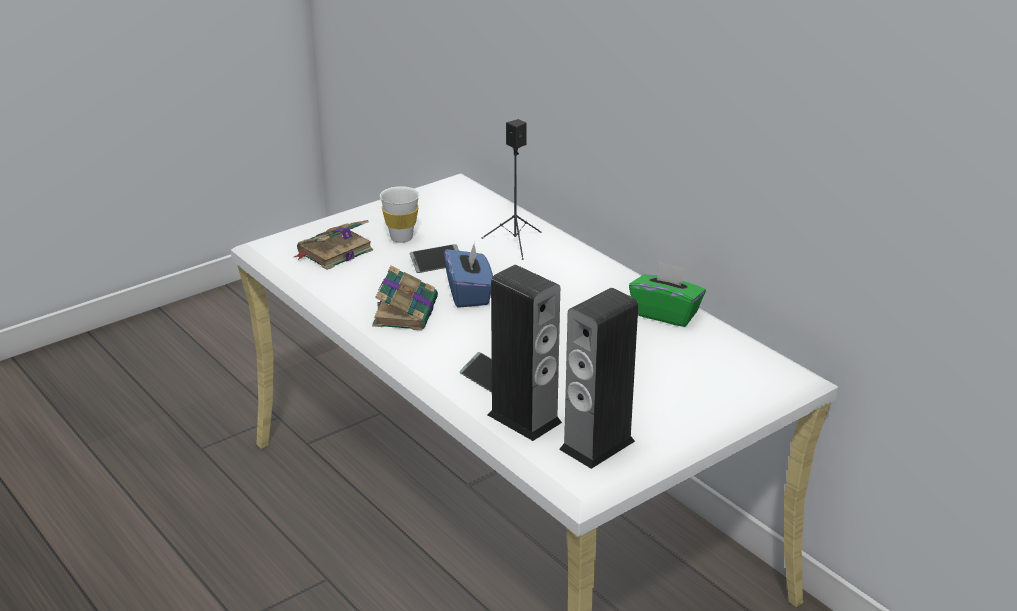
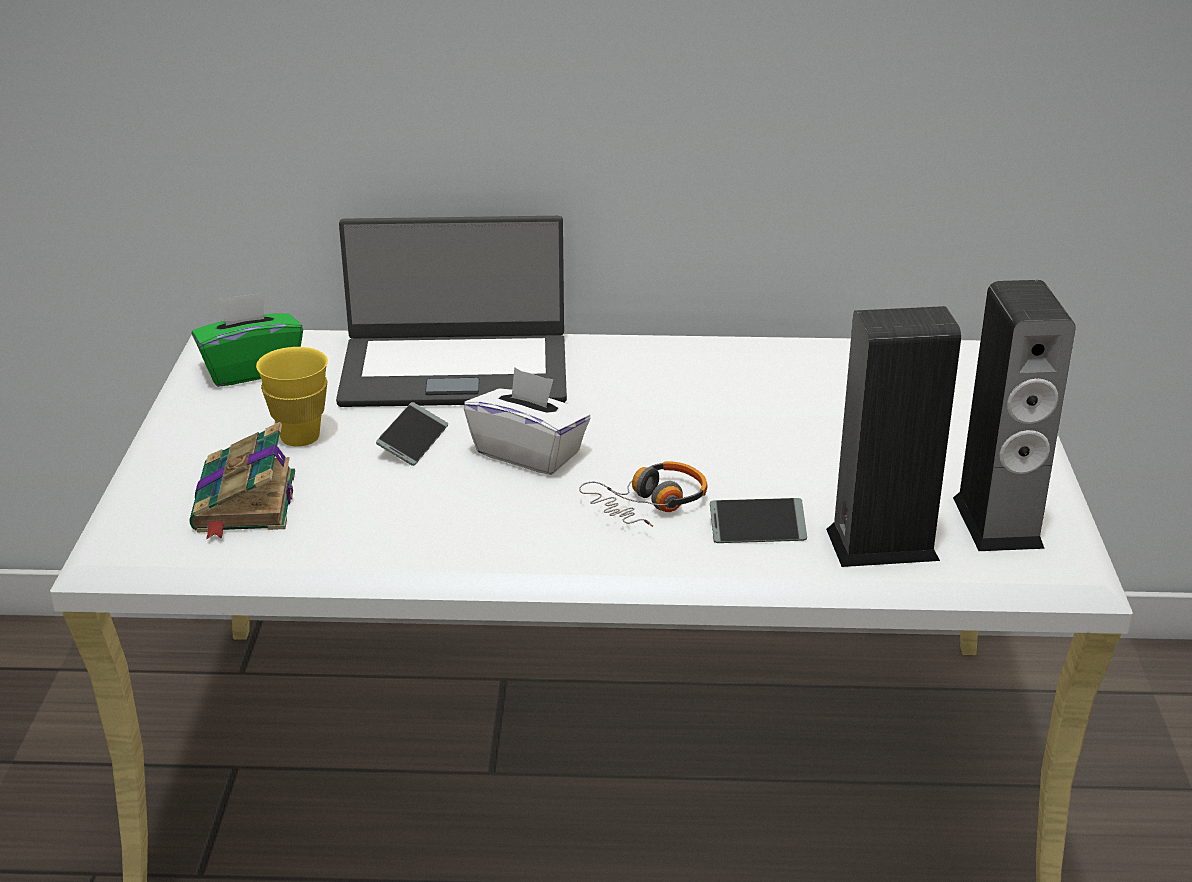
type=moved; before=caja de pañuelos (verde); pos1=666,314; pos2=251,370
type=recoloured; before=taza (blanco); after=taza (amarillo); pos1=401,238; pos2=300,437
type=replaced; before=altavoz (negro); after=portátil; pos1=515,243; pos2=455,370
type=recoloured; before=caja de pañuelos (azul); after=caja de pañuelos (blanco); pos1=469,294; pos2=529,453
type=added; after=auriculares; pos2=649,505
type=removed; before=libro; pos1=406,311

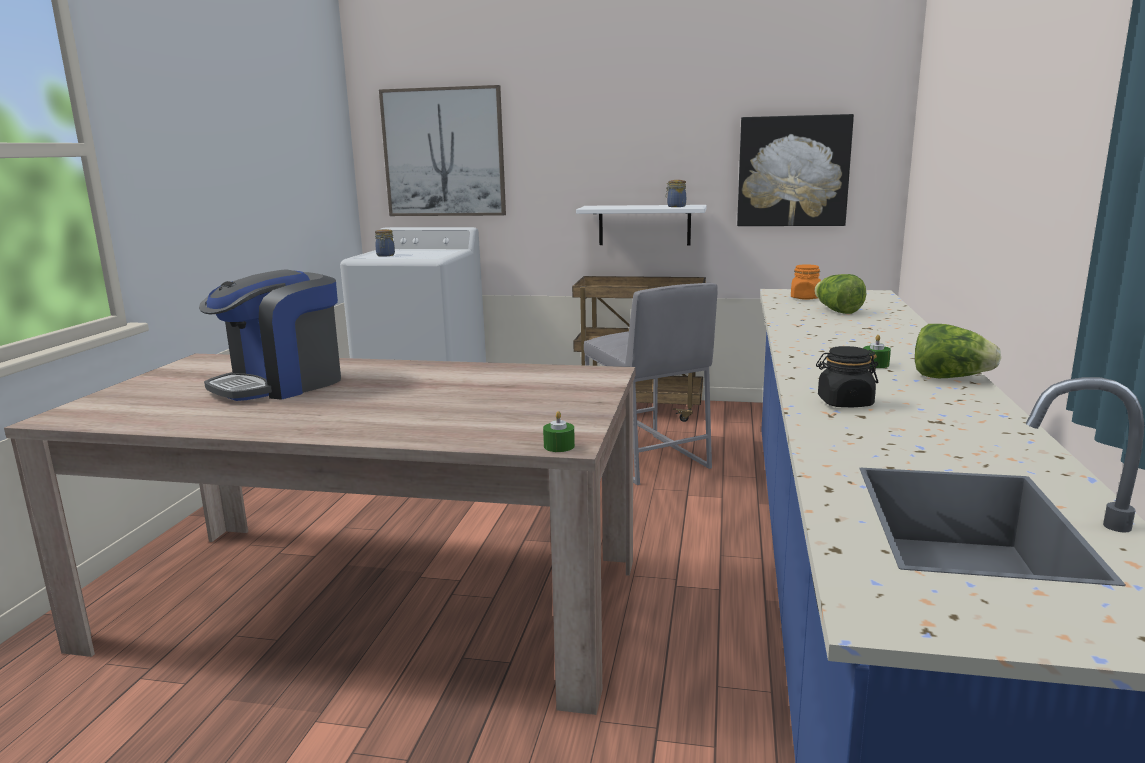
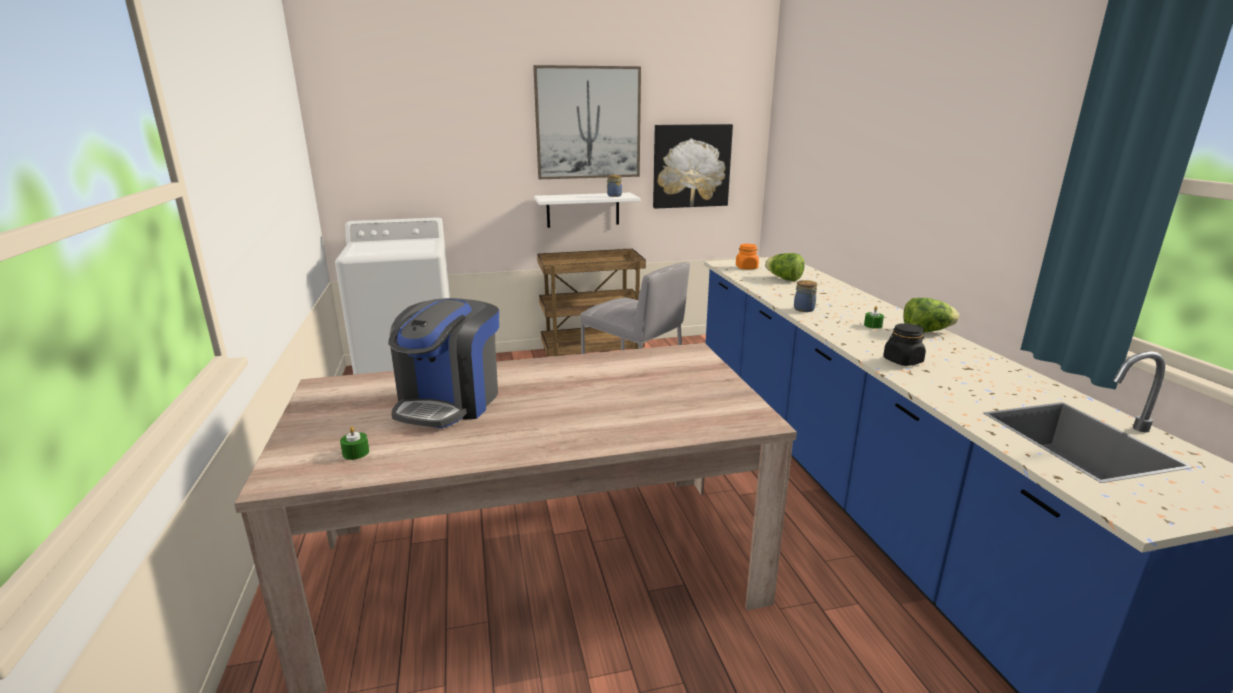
type=moved; before=vela (verde); pos1=559,446; pos2=356,453
type=moved; before=cuadro; pos1=444,152; pos2=588,123
type=moved; before=tarro; pos1=385,255; pos2=804,309

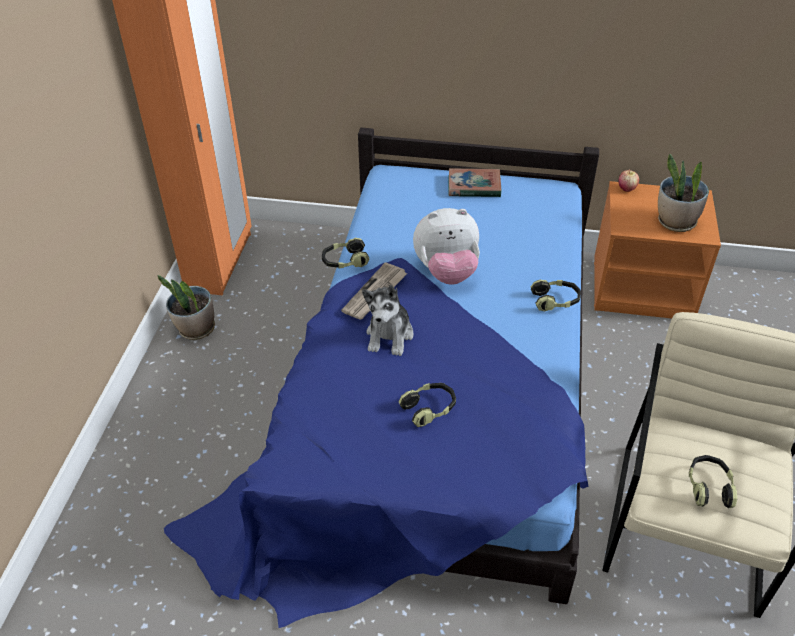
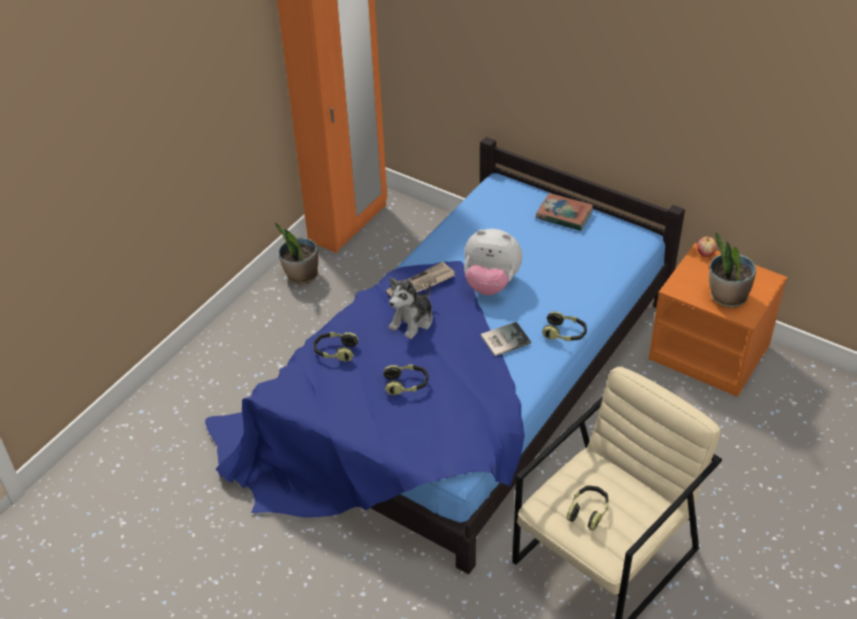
type=moved; before=auriculares; pos1=345,261; pos2=335,351
type=added; after=libro; pos2=503,339

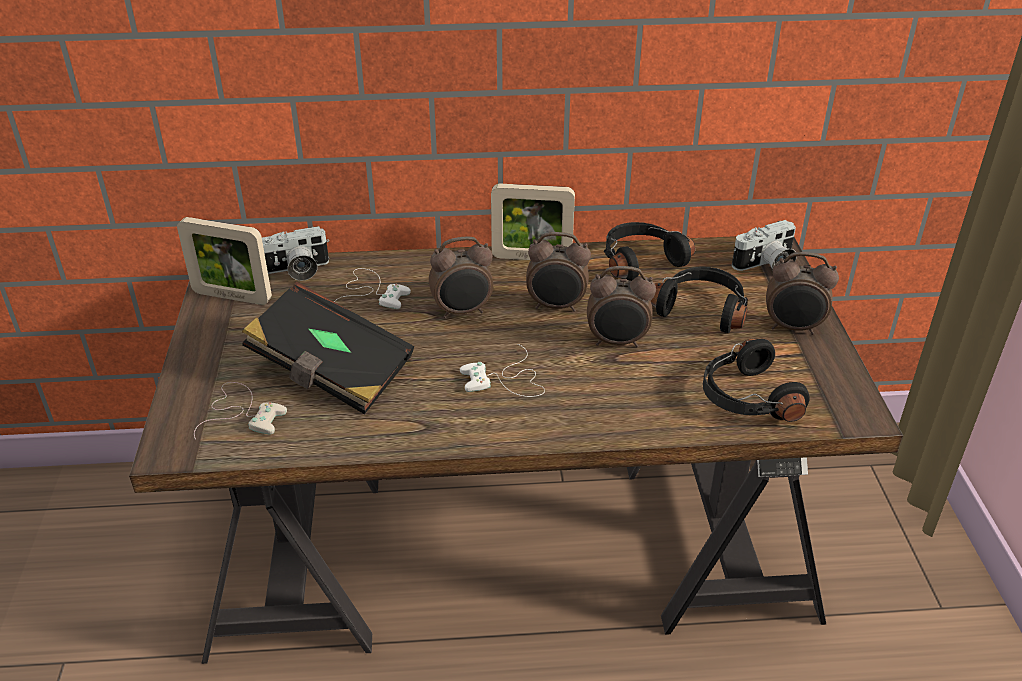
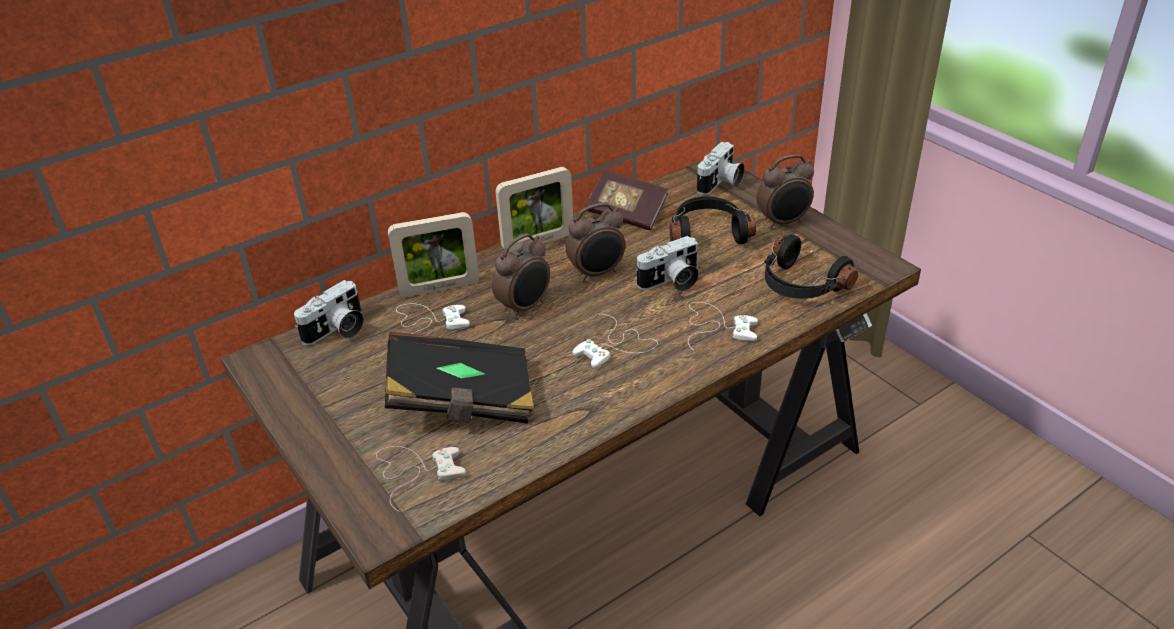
type=moved; before=portarretratos; pos1=232,296; pos2=439,288
type=replaced; before=auriculares (negro); after=libro; pos1=640,261; pos2=626,214
type=replaced; before=despertador; after=cámara; pos1=617,342; pos2=671,282
type=added; after=mando de consola (blanco); pos2=716,326

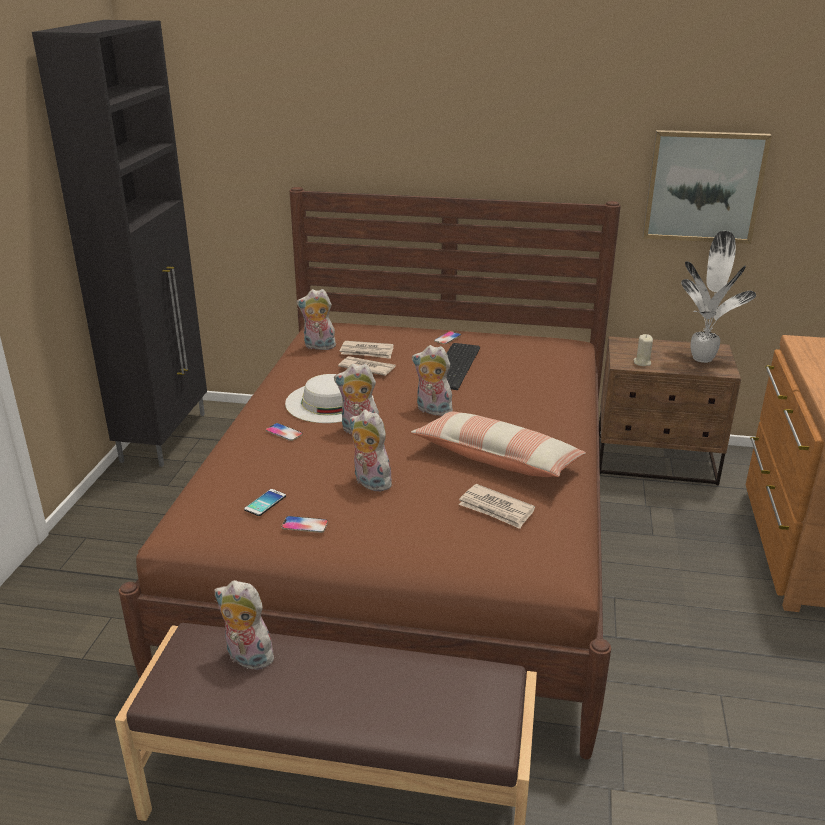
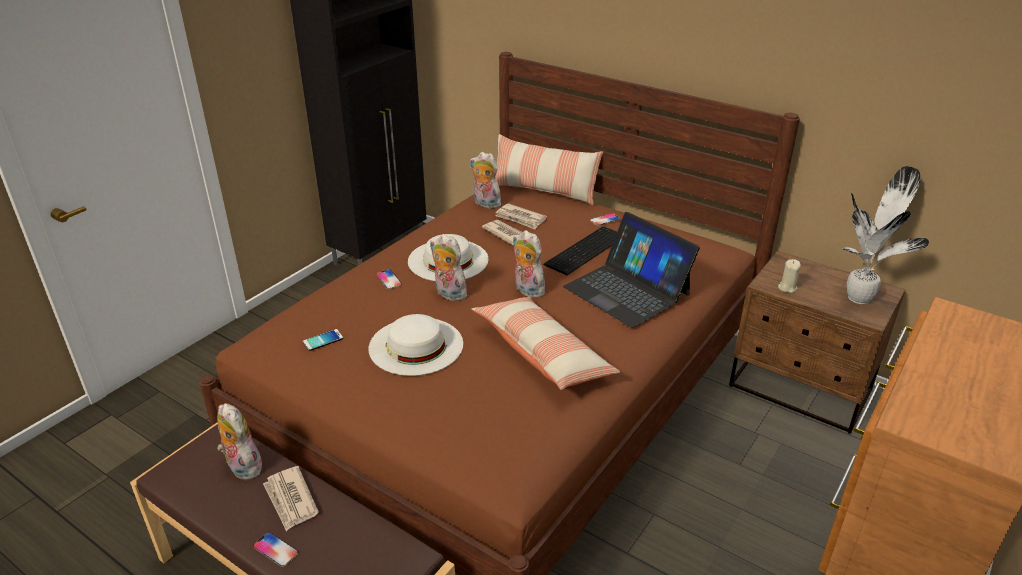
type=moved; before=móvil; pos1=305,525; pos2=276,550
type=moved; before=periódico; pos1=496,509; pos2=290,500
type=replaced; before=peluche; after=sombrero (blanco); pos1=369,483; pos2=416,346
type=added; after=cojín; pos2=544,191
type=added; after=portátil; pos2=627,290
type=removed; before=cuadro; pos1=703,186

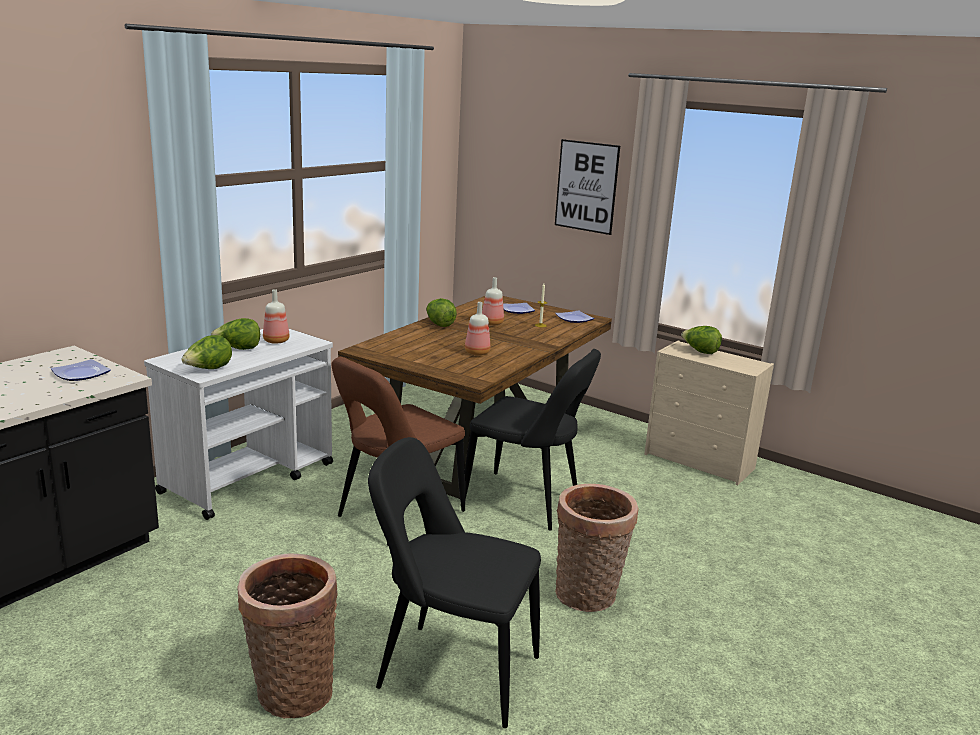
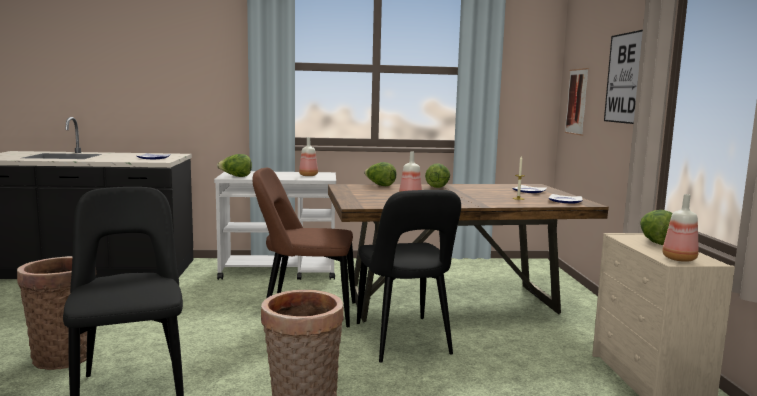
type=moved; before=lechuga; pos1=238,349; pos2=380,185
type=added; after=cuadro; pos2=576,101
type=moved; before=botella; pos1=491,323; pos2=678,259

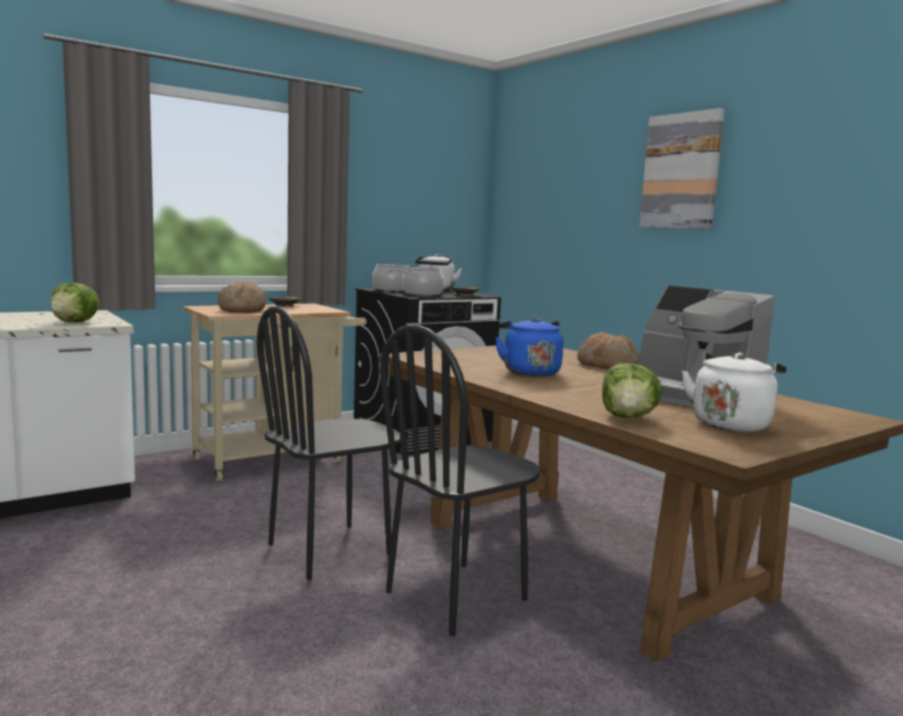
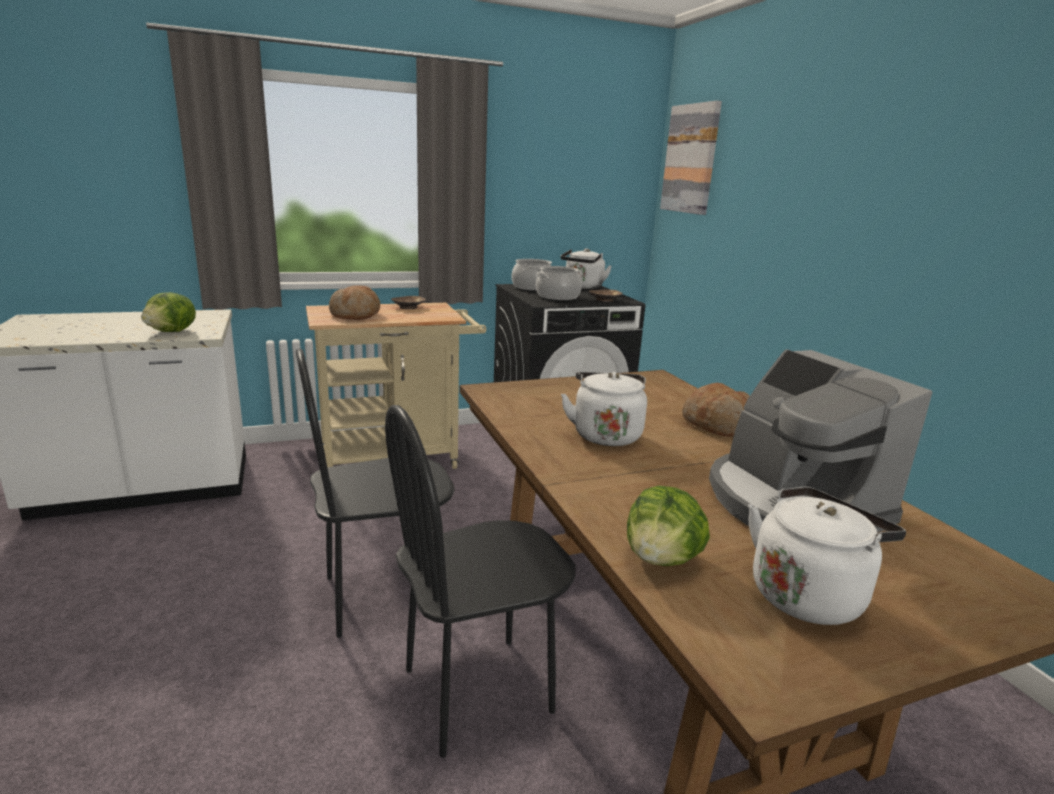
type=recoloured; before=hervidor (azul); after=hervidor (blanco); pos1=529,372; pos2=605,434
type=moved; before=cuadro; pos1=681,171; pos2=691,159

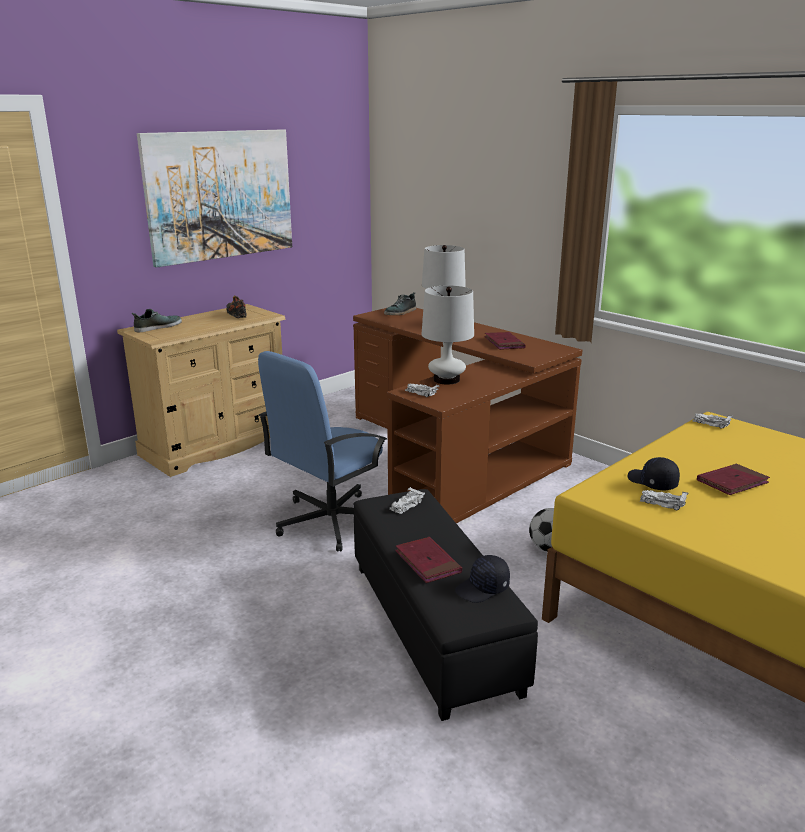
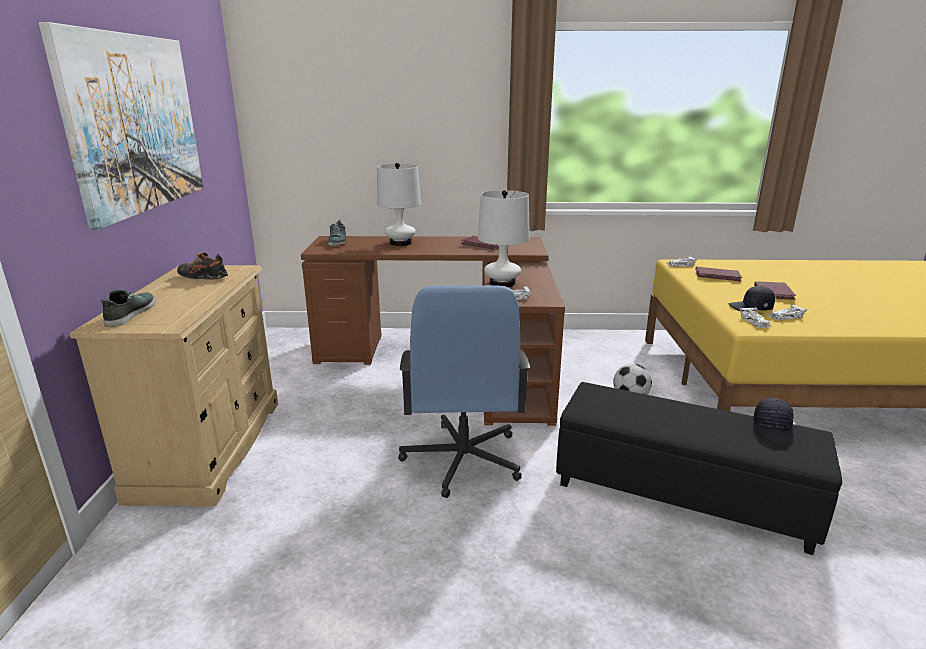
type=moved; before=libro (rojo); pos1=428,562; pos2=717,276
type=moved; before=coche de juguete (blanco); pos1=406,505; pos2=755,322

